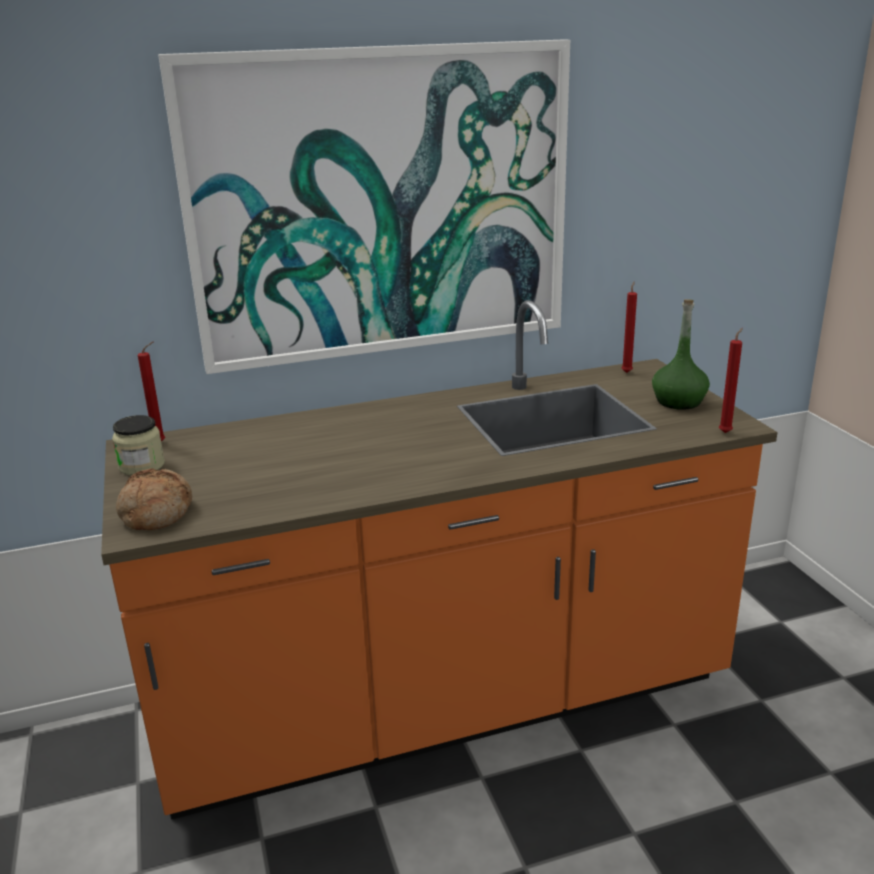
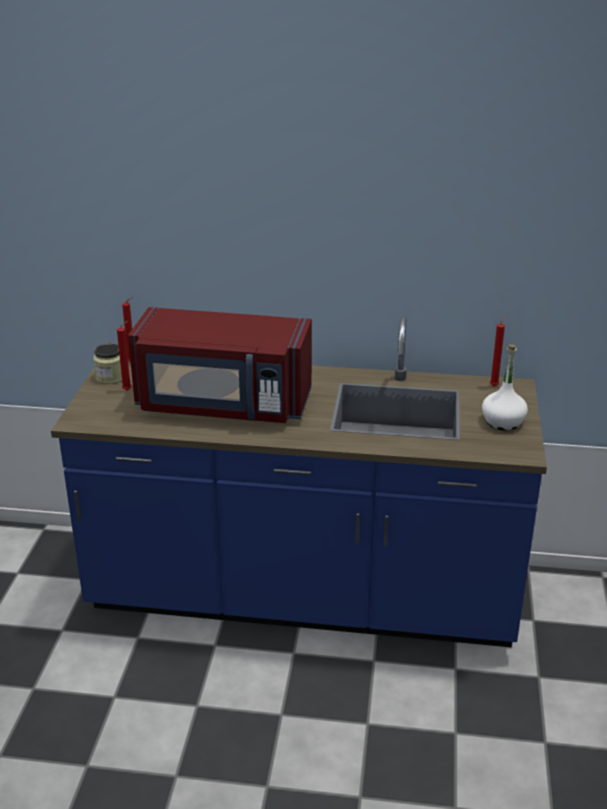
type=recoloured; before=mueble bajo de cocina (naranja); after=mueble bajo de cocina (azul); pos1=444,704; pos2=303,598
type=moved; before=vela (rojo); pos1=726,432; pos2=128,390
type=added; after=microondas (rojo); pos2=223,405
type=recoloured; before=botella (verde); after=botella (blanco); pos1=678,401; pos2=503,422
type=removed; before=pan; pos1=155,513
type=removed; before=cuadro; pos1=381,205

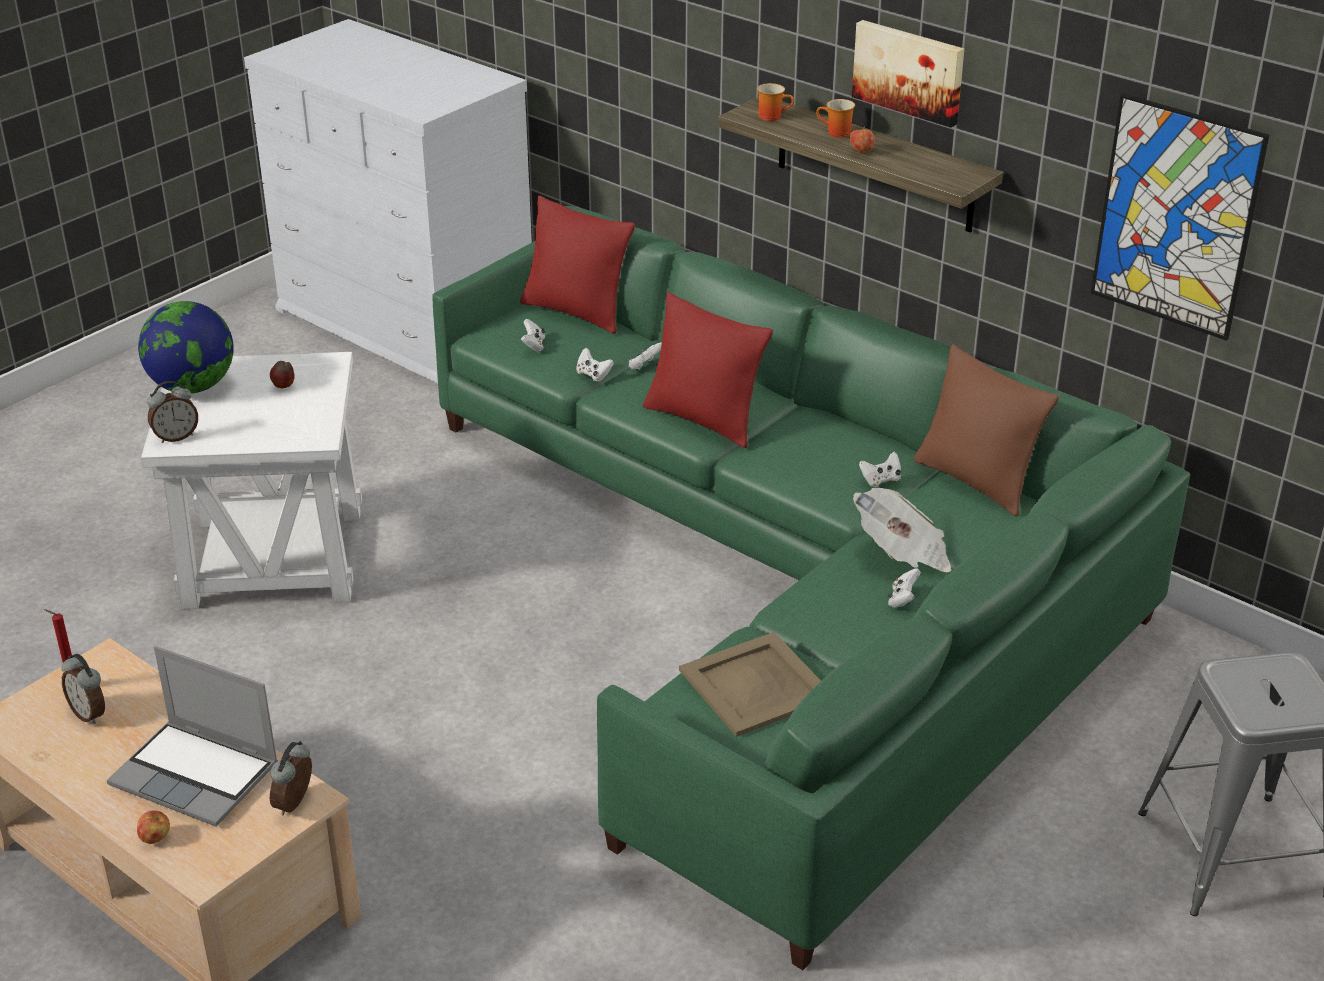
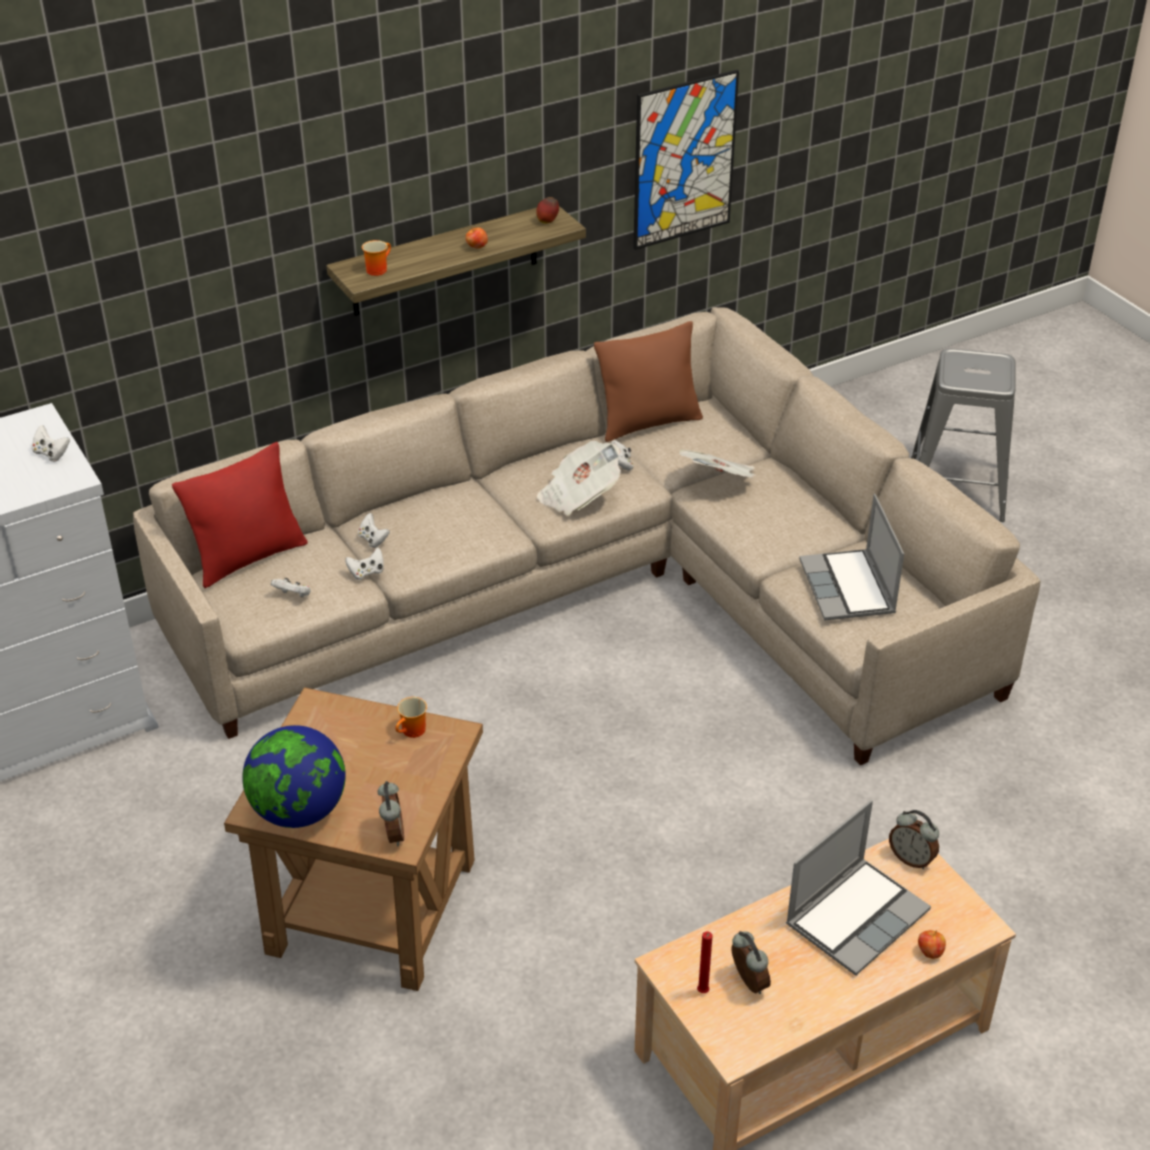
type=moved; before=mando de consola (blanco); pos1=902,600; pos2=51,454
type=recoloured; before=sofá (verde); after=sofá (beis); pos1=790,592; pos2=603,593
type=recoloured; before=mesa auxiliar (blanco); after=mesa auxiliar (marrón); pos1=275,558; pos2=371,904
type=moved; before=taza grande; pos1=836,133; pos2=413,732
type=moved; before=manzana; pos1=284,387; pos2=548,222
type=added; after=periódico; pos2=578,495
type=turned; before=despertador; pos1=89,714; pos2=747,983; turn=-90
type=replaced; before=bandeja (beis); after=portátil; pos1=755,685; pos2=849,588
type=removed; before=cojín (rojo); pos1=704,420
type=removed; before=cuadro; pos1=909,71

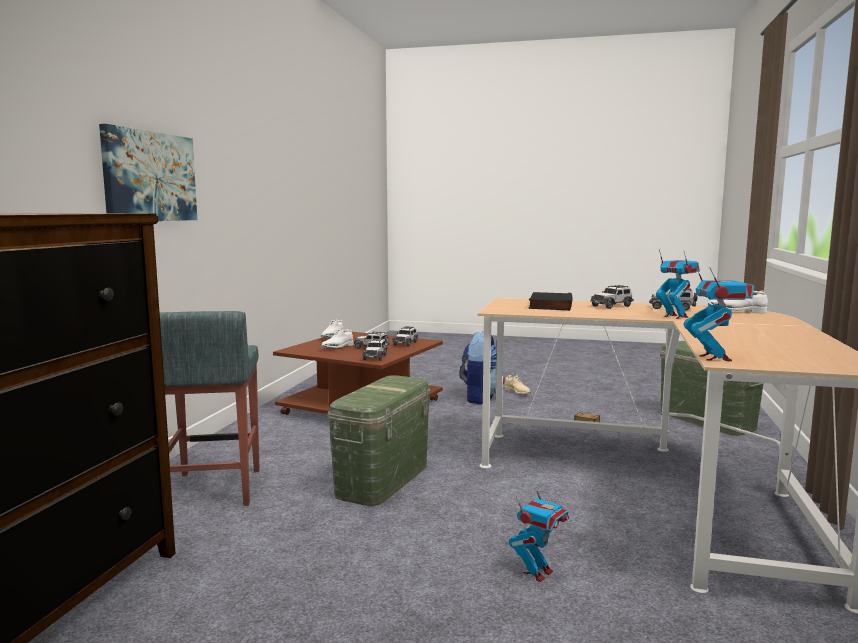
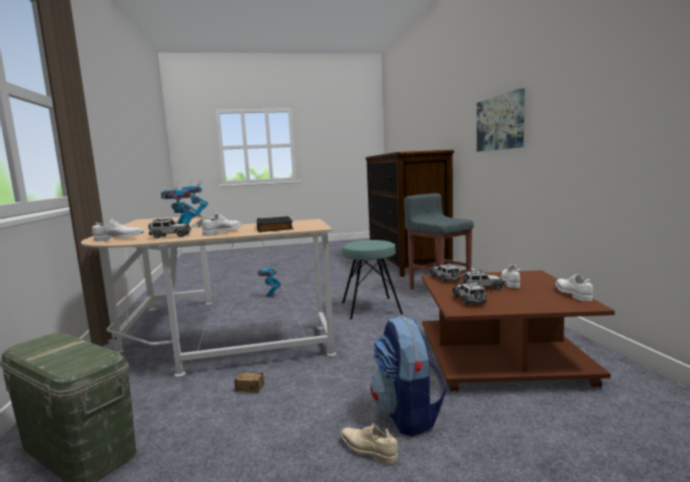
type=replaced; before=coche de juguete; after=zapato (blanco); pos1=612,306; pos2=222,232
type=replaced; before=caja de almacenaje (verde); after=taburete (turquesa); pos1=382,479; pos2=370,308

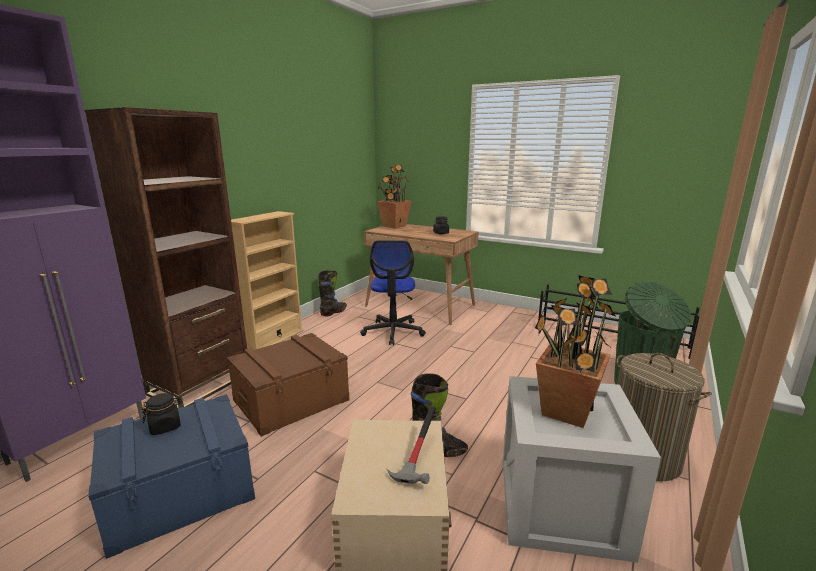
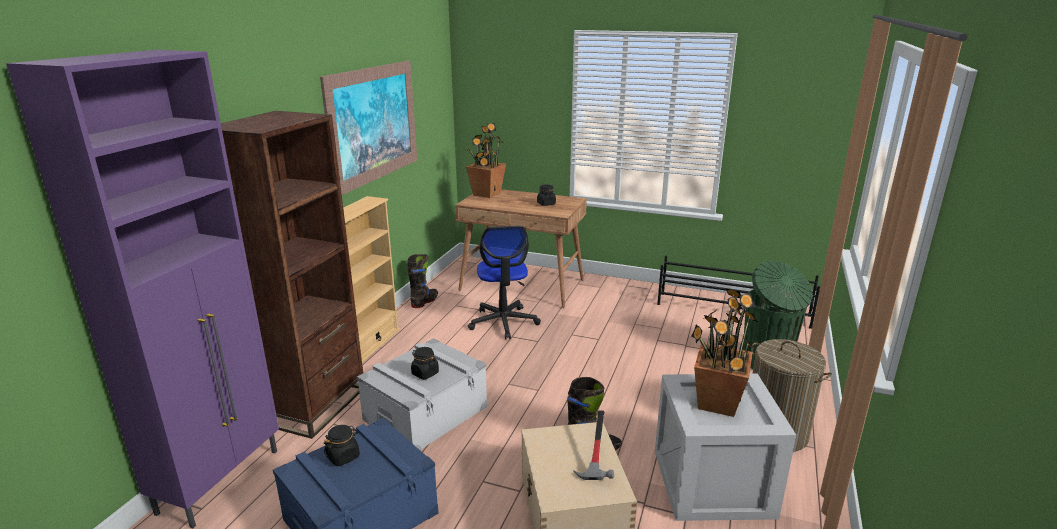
type=added; after=cuadro; pos2=374,124
type=recoloured; before=caja de almacenaje (marrón); after=caja de almacenaje (gris); pos1=291,400; pos2=425,413
type=added; after=tarro (negro); pos2=425,373

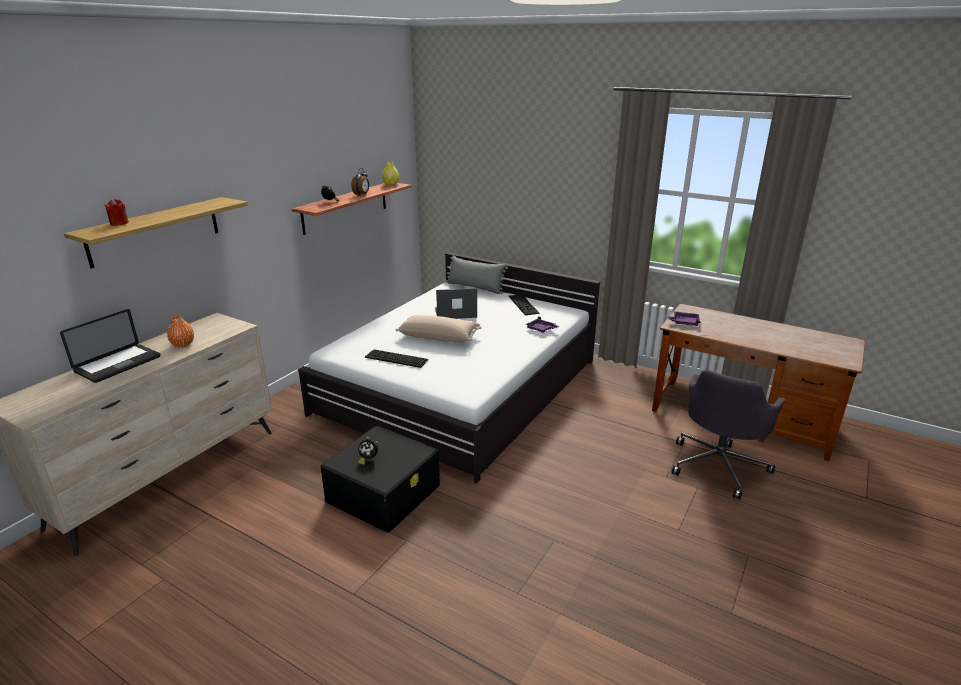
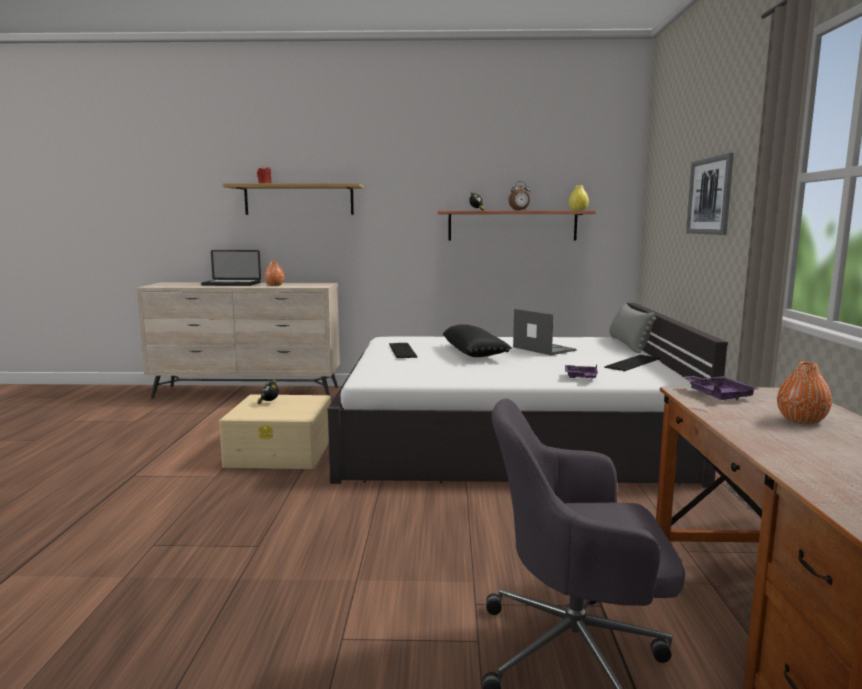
type=recoloured; before=caja de almacenaje (negro); after=caja de almacenaje (beis); pos1=384,492; pos2=281,451
type=recoloured; before=cojín (beis); after=cojín (negro); pos1=439,337; pos2=475,353
type=added; after=cuadro; pos2=710,196
type=added; after=florero (naranja); pos2=801,420

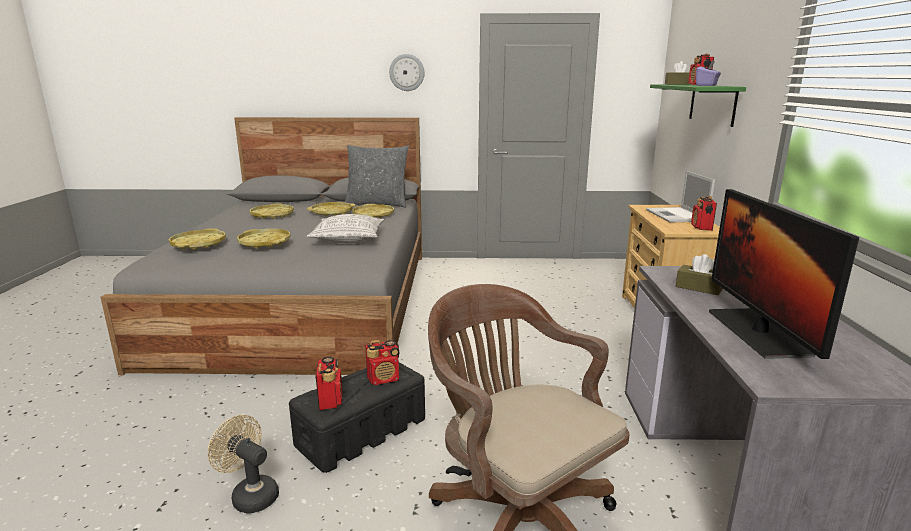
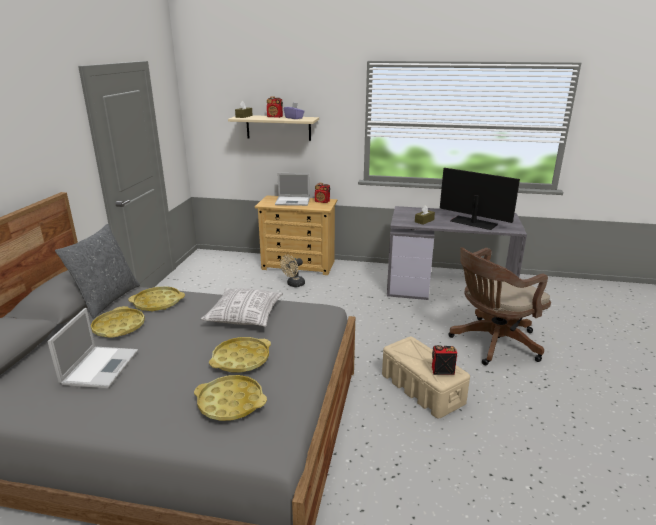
type=replaced; before=bandeja (amarillo); after=portátil; pos1=272,215; pos2=101,366
type=recoloured; before=estante (verde); after=estante (beis); pos1=712,104; pos2=278,127
type=moved; before=ventilador (beis); pos1=250,495; pos2=293,284
type=recoloured; before=caja de almacenaje (negro); after=caja de almacenaje (beis); pos1=361,432; pos2=422,389
type=turned; before=monitor; pos1=757,332; pos2=473,223; turn=-150
type=removed; before=radio; pos1=384,379
type=removed; before=reloj de pared; pos1=407,72

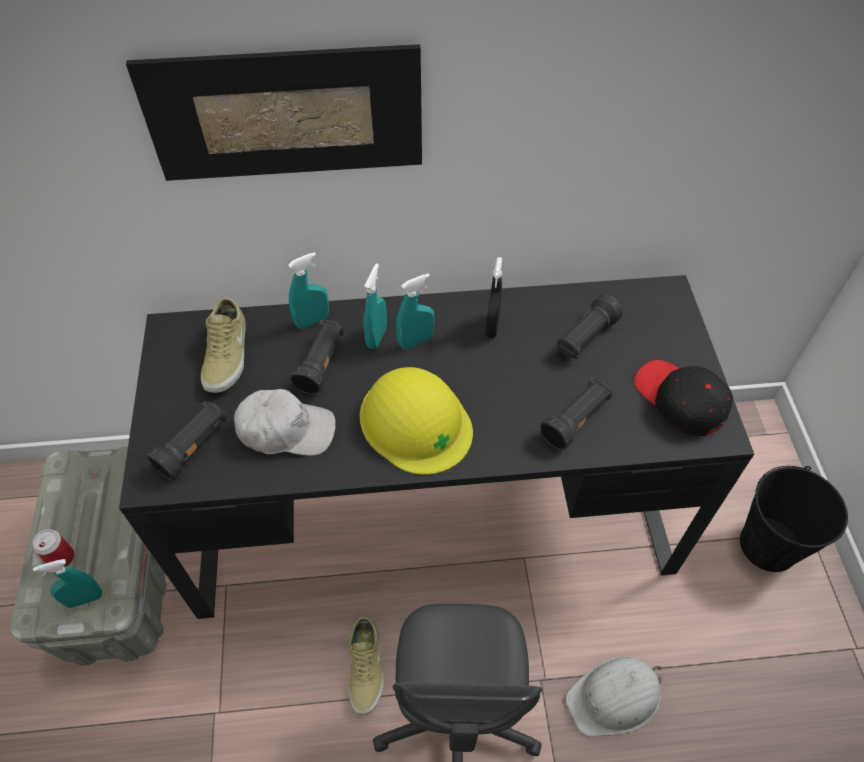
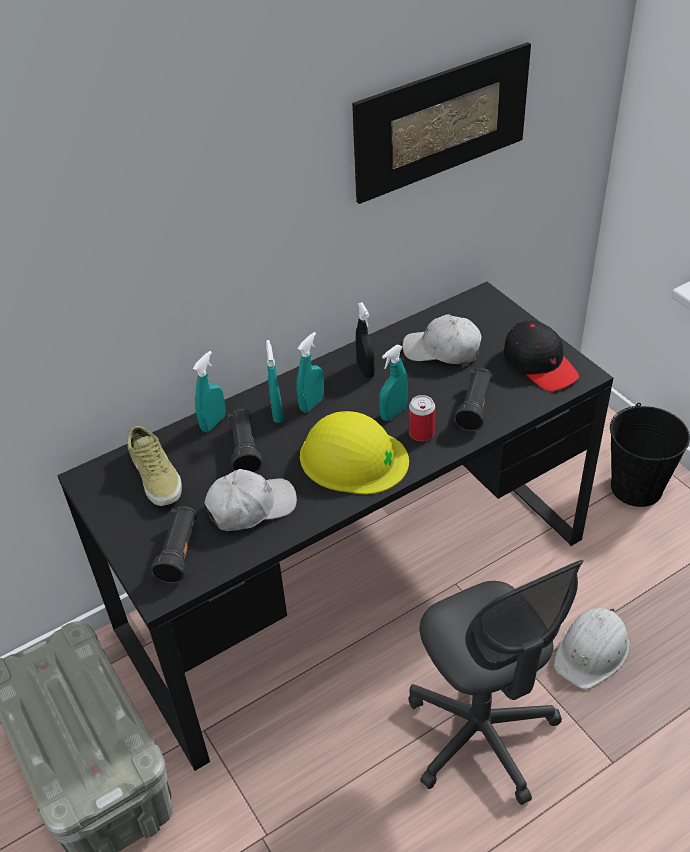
type=moved; before=cuadro; pos1=285,114; pos2=442,121
type=moved; before=pulverizador (turquesa); pos1=85,599; pos2=393,413
type=replaced; before=linterna (negro); after=gorra (blanco); pos1=585,337; pos2=442,350
type=moved; before=lata; pos1=61,557; pos2=421,433
type=turned; before=gorra (negro); pos1=680,400; pos2=539,364; turn=-150
type=removed; before=zapato (beis); pos1=367,668

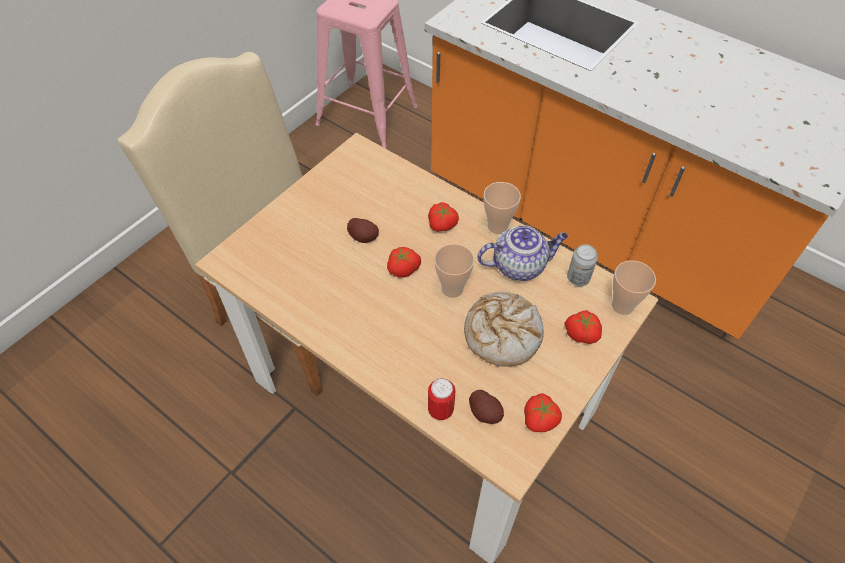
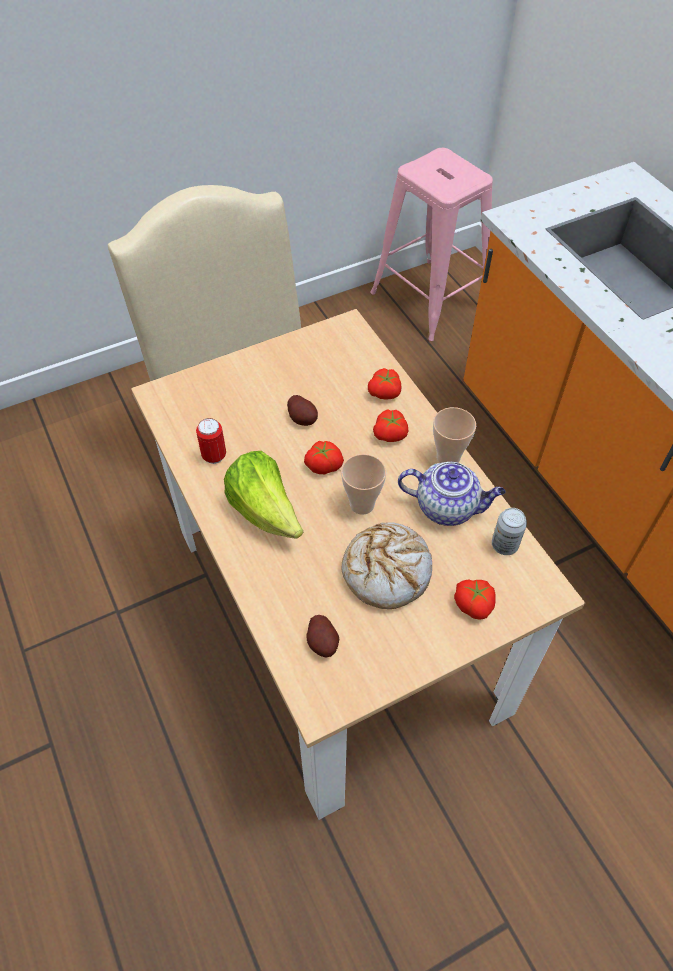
type=moved; before=lata; pos1=440,410; pos2=214,456
type=added; after=lechuga; pos2=265,511
type=moved; before=tomate; pos1=541,419; pos2=385,393
type=removed; before=taza; pos1=622,305

